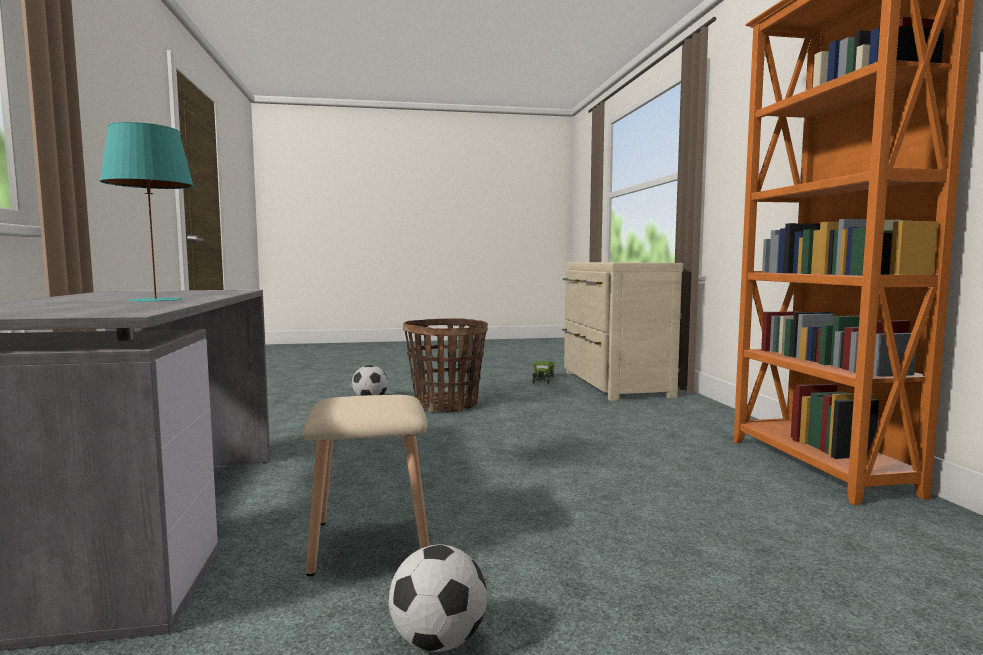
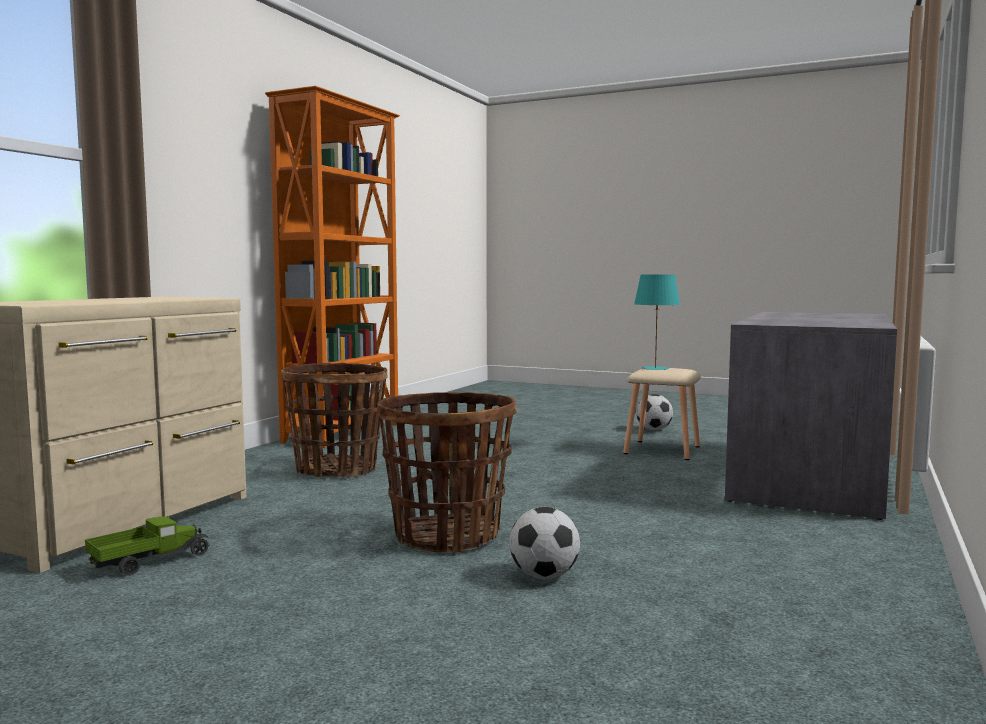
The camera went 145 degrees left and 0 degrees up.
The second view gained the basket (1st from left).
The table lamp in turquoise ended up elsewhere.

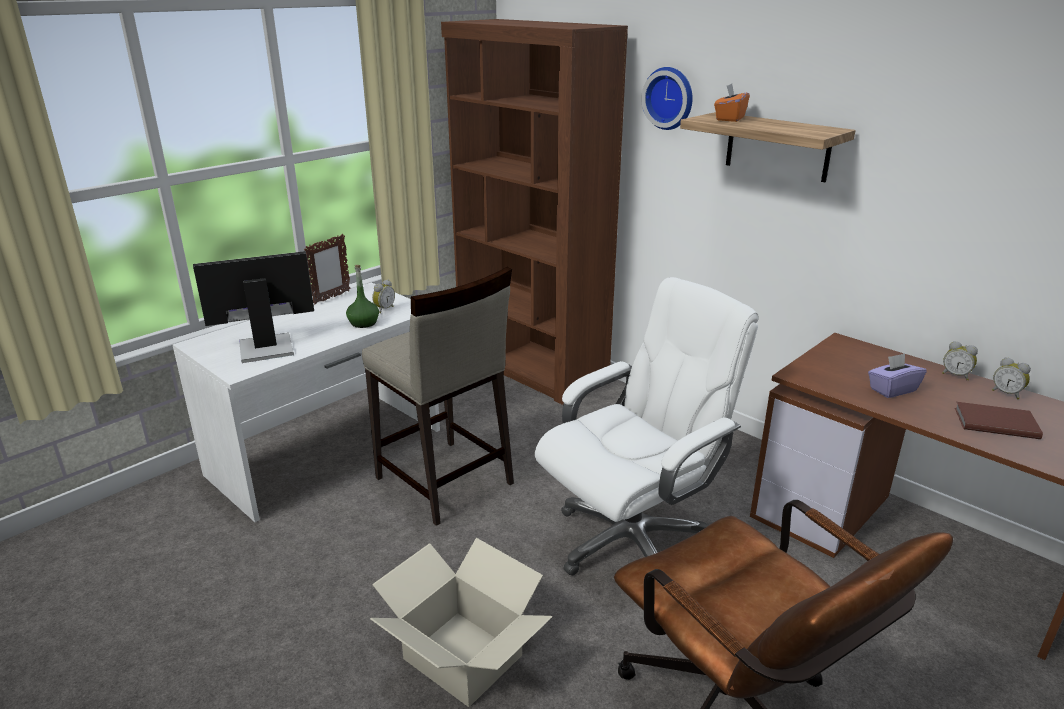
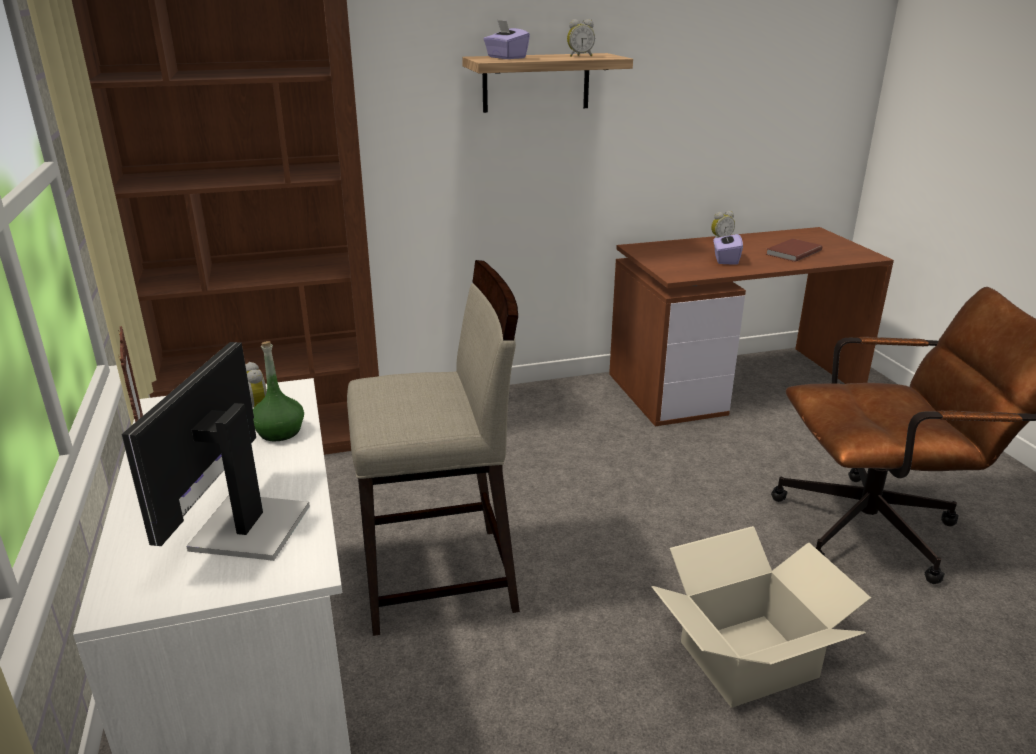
The camera went 60 degrees left and 0 degrees up.
What was the tissue box in orange turned into the tissue box in purple (1st from left).
The alarm clock (3rd from left in the first image) ended up elsewhere.
The second view lost the office chair in white.
The second view lost the wall clock.

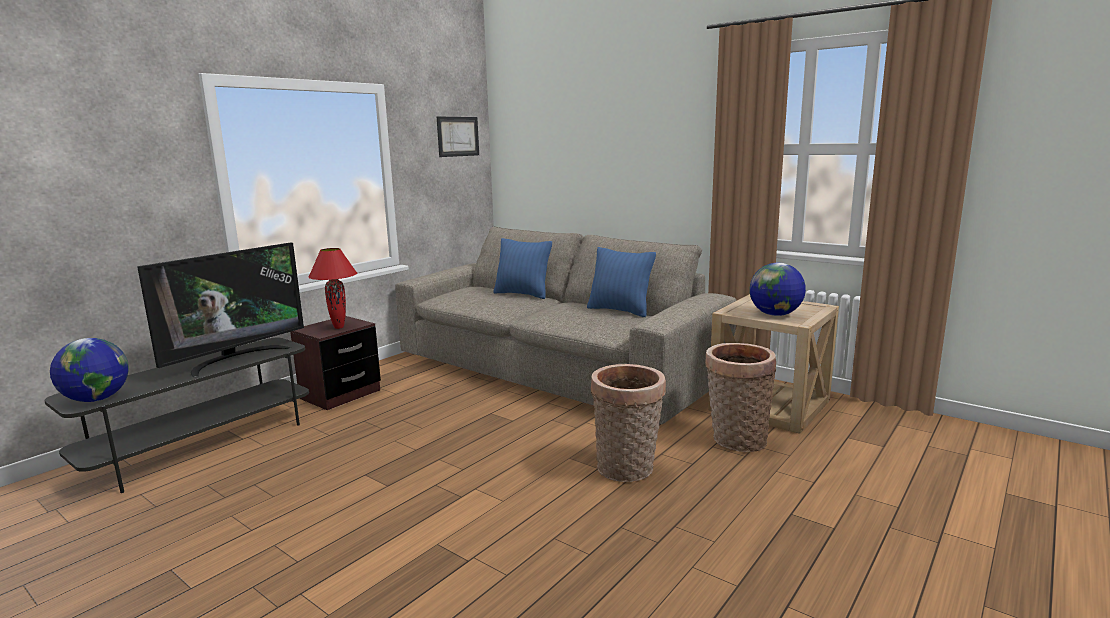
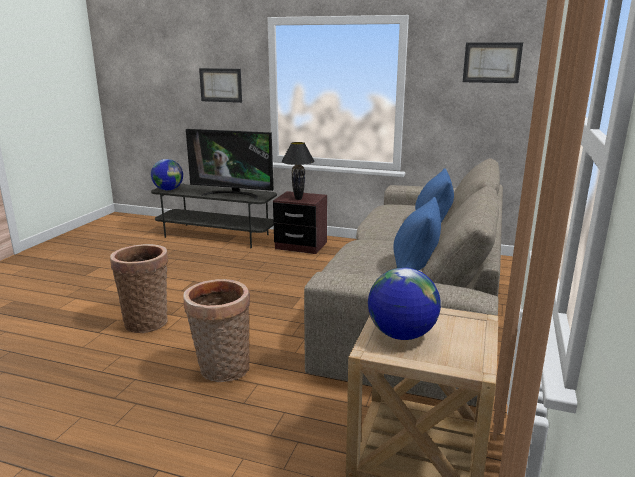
The camera went 70 degrees right and 5 degrees up.
The basket (2nd from left in the first image) ended up elsewhere.
The second view gained the picture (1st from left).
What was the table lamp in red turned into the table lamp in black.

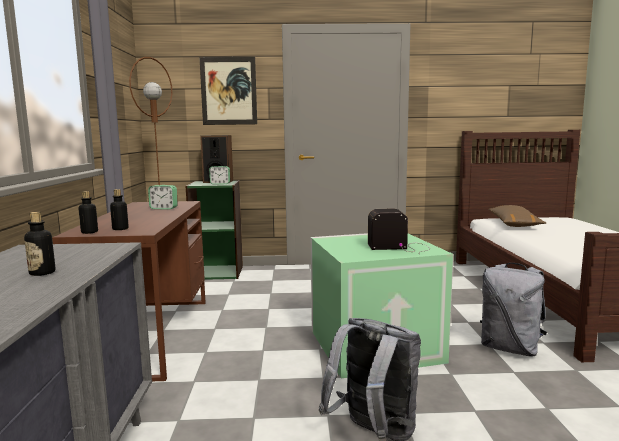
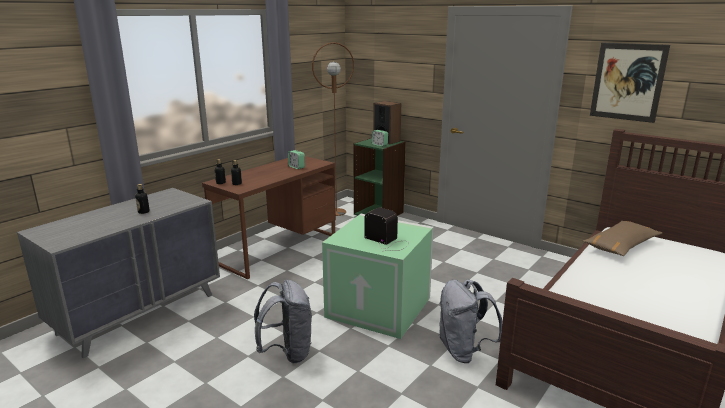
The camera went 40 degrees right and 10 degrees up.
The picture ended up elsewhere.

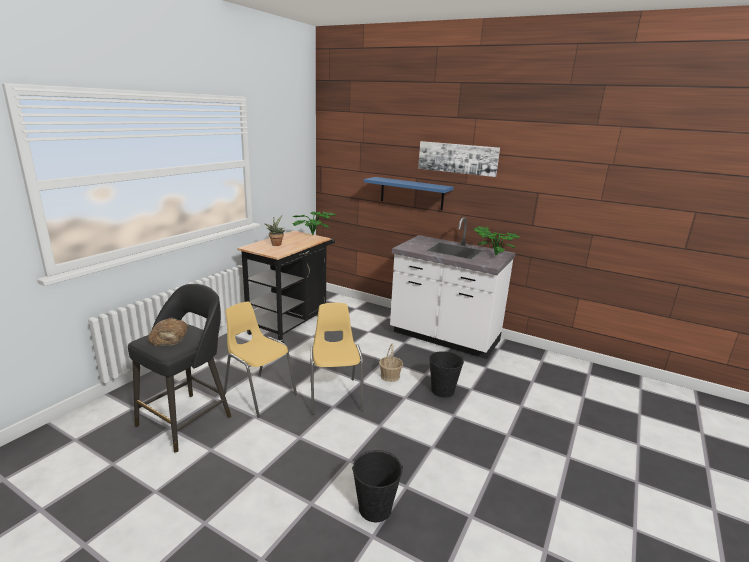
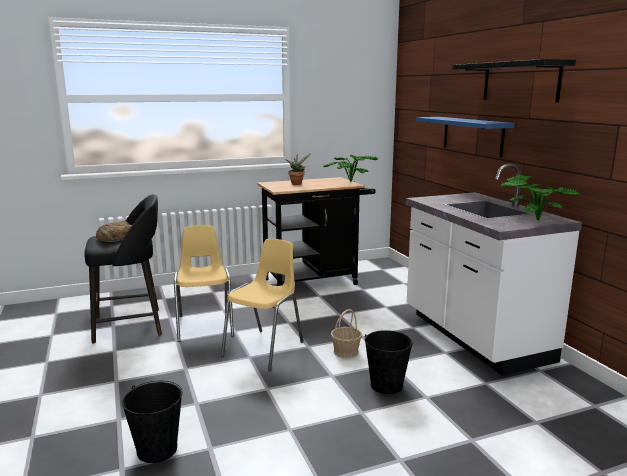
The camera went 40 degrees right and 5 degrees down.
Where the picture hung, the shelf in black came to hang.

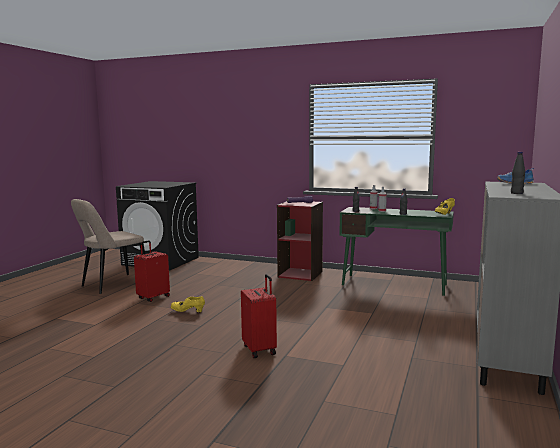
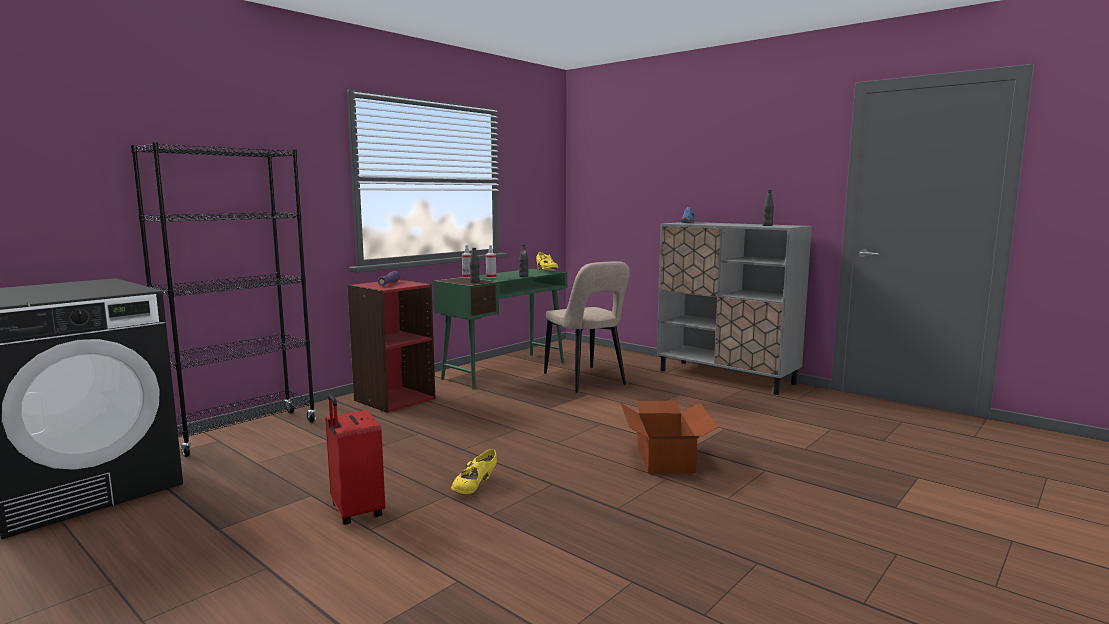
The camera went 70 degrees left and 0 degrees up.
The second view gained the bookcase in black.
The chair in beige ended up elsewhere.
Where the suitcase in red (2nd from left) stood, the cardboard box came to stand.

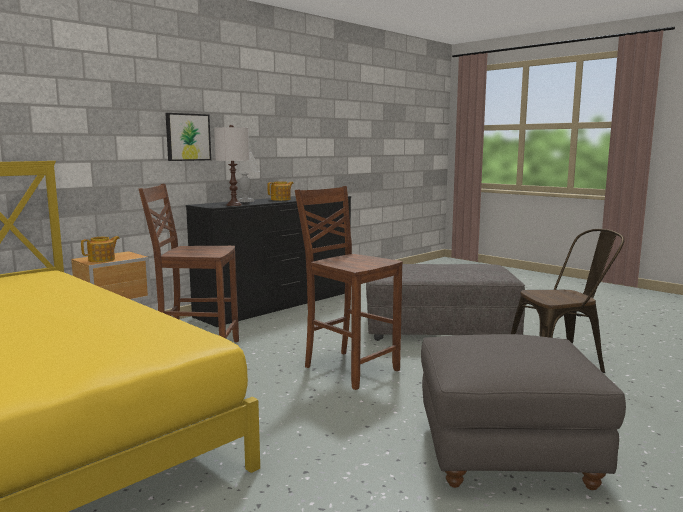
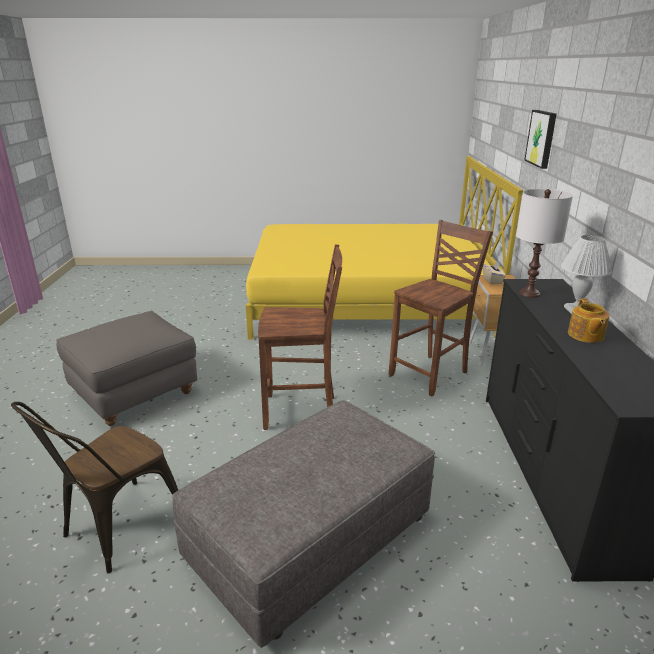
The camera went 135 degrees right and 15 degrees up.
Where the teapot (1st from left) stood, the tissue box in beige came to stand.
The picture ended up elsewhere.

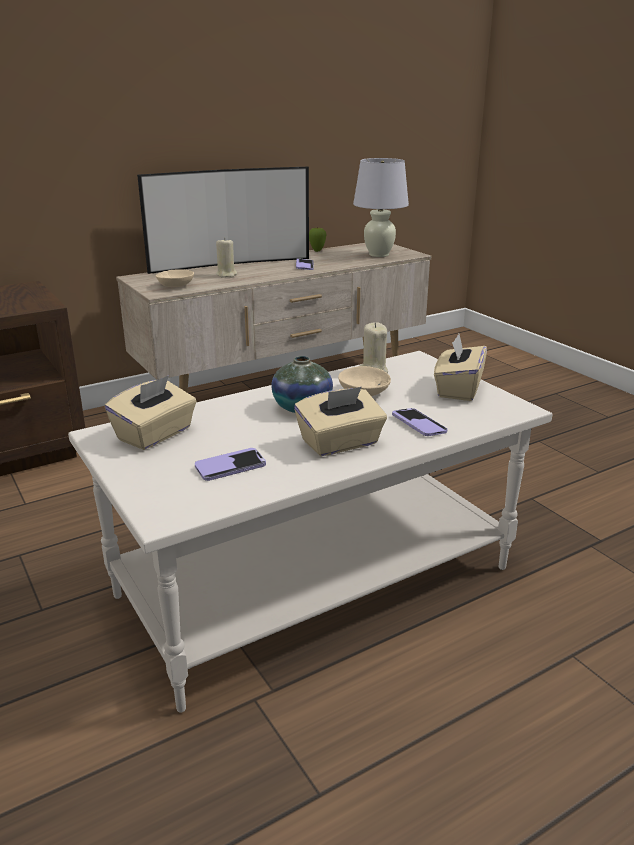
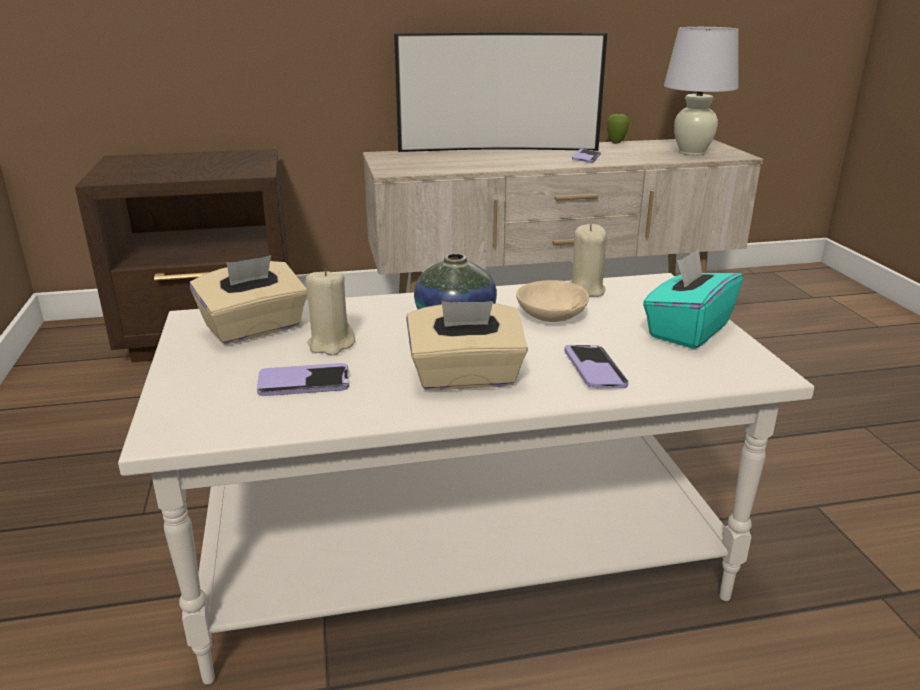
The camera went 20 degrees right and 0 degrees up.
The candle in beige (1st from left) ended up elsewhere.
What was the tissue box in beige (3rd from left) turned into the tissue box in turquoise.
The second view lost the bowl in beige (1st from left).

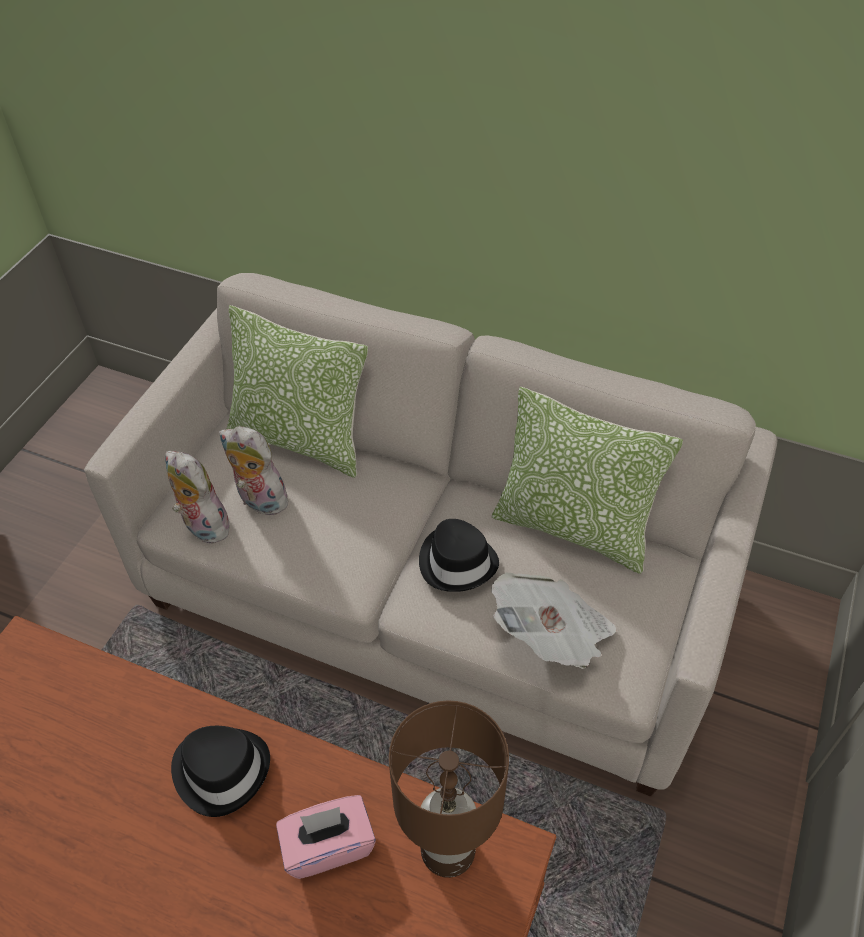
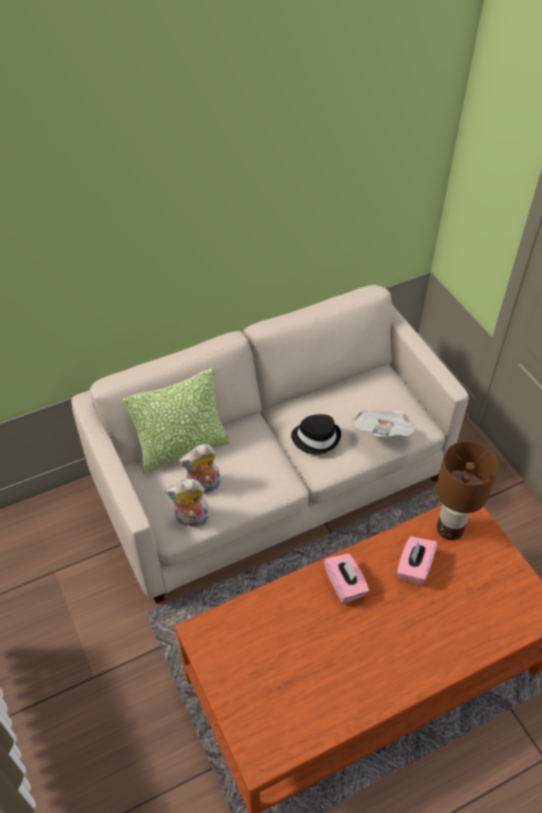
The camera went 50 degrees left and 0 degrees up.
Where the hat in black (1st from left) stood, the tissue box in pink (1st from left) came to stand.
The second view lost the pillow (2nd from left).

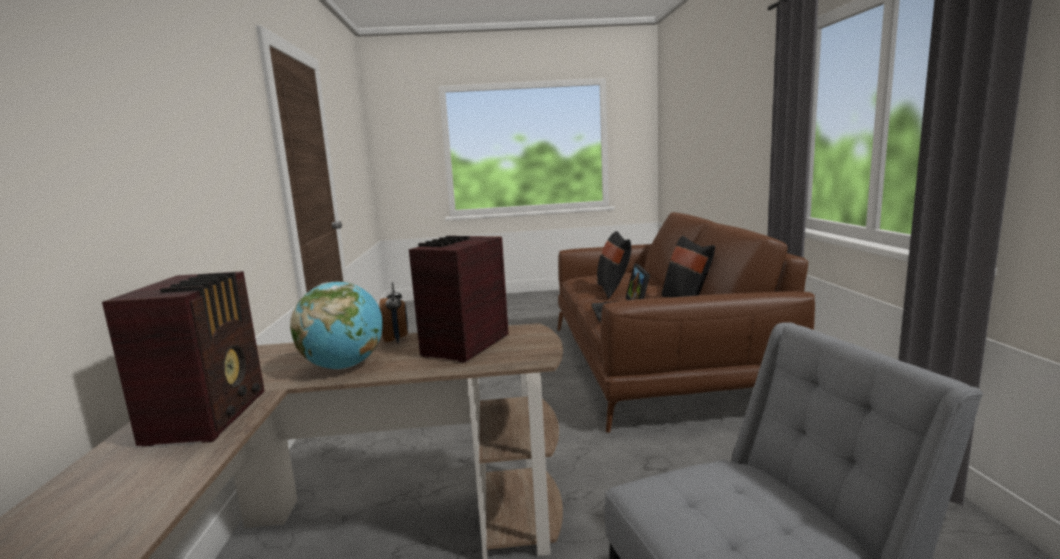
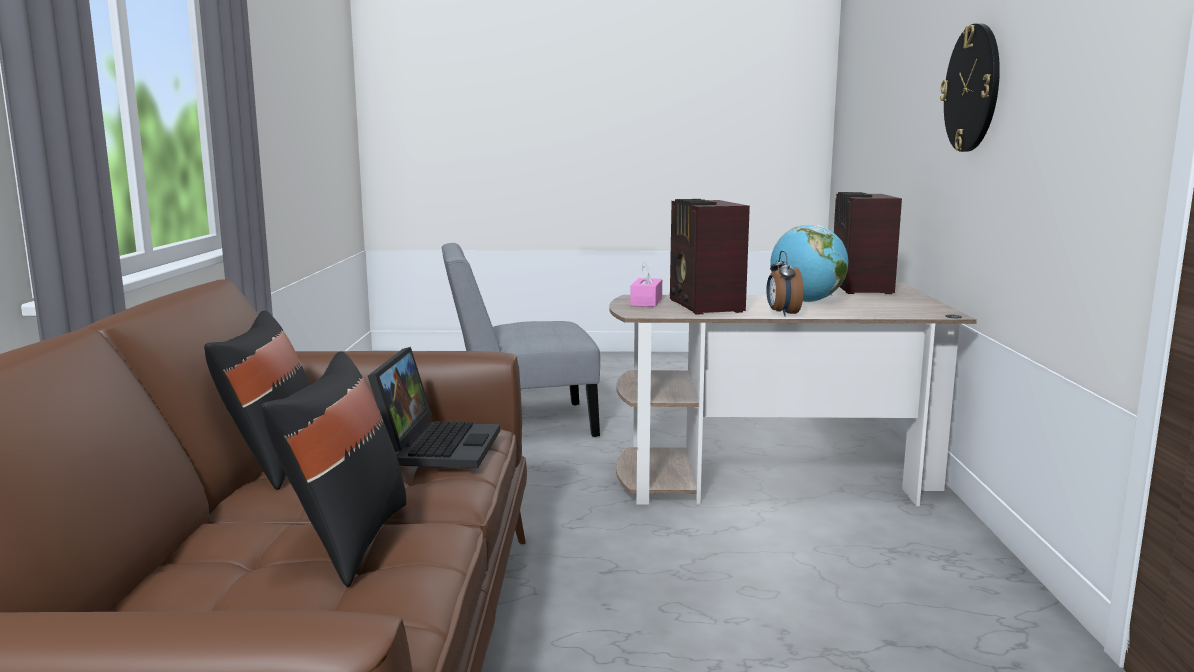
The camera went 175 degrees left and 0 degrees up.
The second view gained the tissue box in pink.
The radio (2nd from left in the first image) ended up facing another way, 135 degrees clockwise from before.
The second view gained the wall clock.

